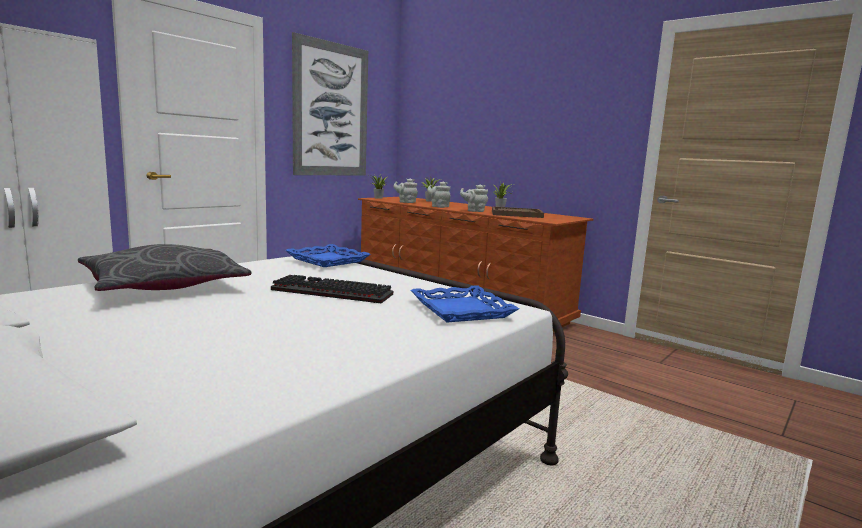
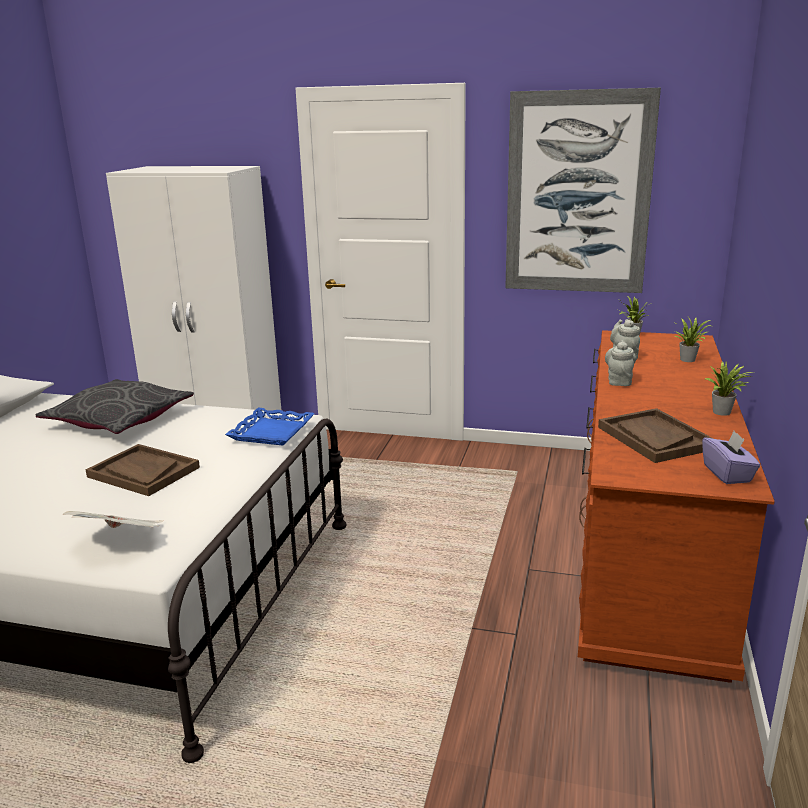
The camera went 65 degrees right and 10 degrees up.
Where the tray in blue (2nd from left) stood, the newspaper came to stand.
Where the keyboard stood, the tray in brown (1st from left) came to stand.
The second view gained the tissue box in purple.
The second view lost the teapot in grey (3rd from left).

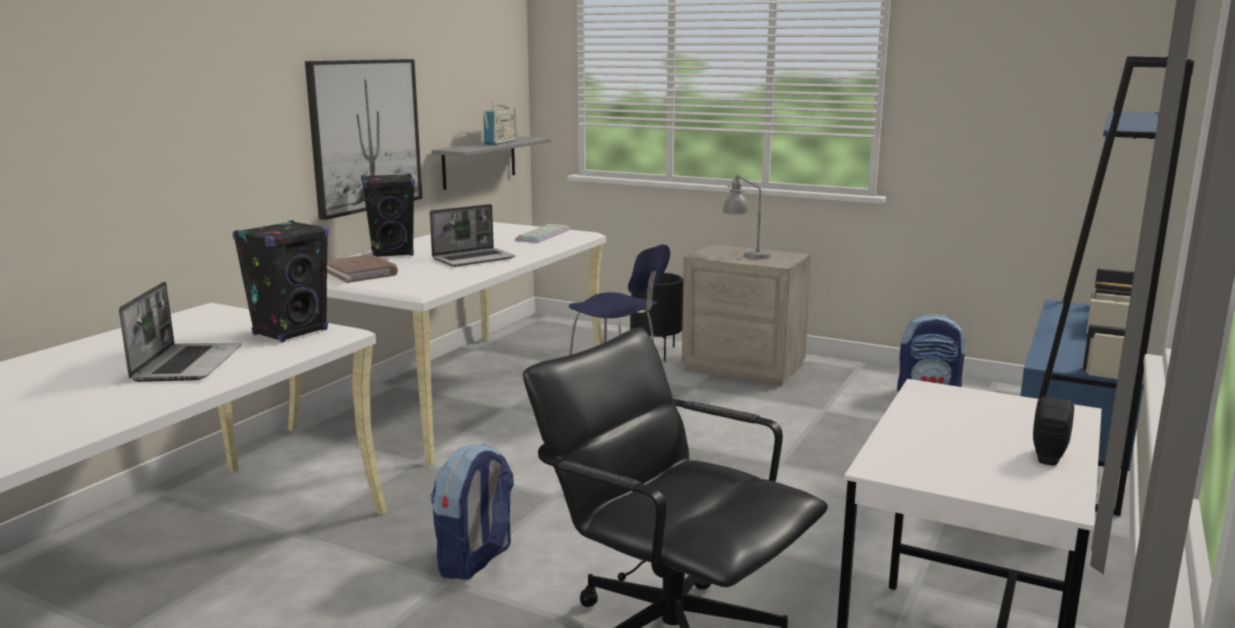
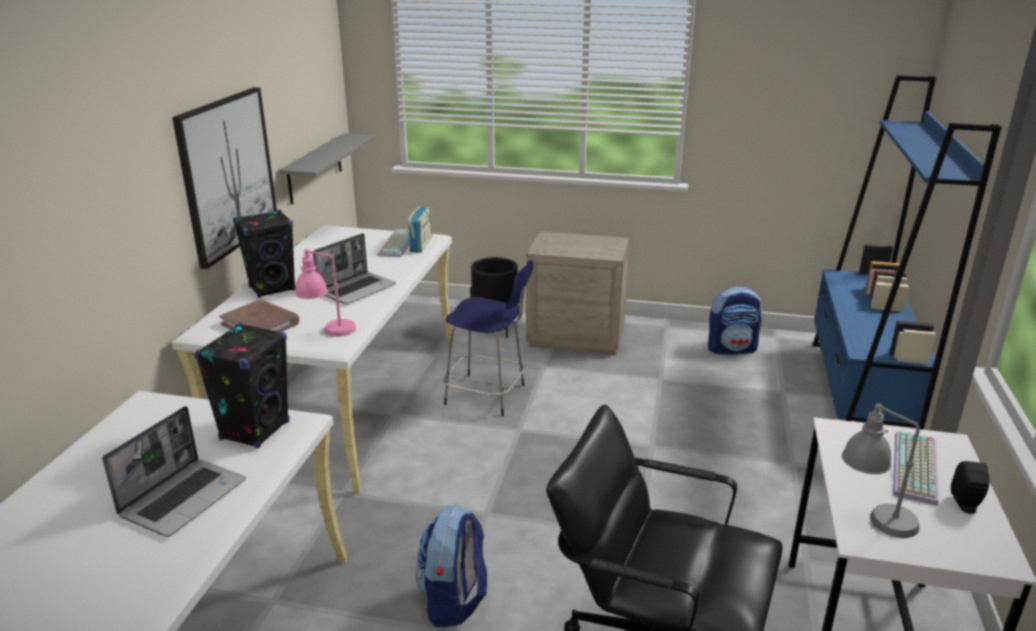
The camera went 15 degrees left and 10 degrees up.
The laptop (1st from left) ended up facing another way, 45 degrees clockwise from before.
The second view gained the table lamp in pink.
The radio ended up elsewhere.
The table lamp in grey ended up elsewhere.
The second view gained the keyboard (2nd from left).

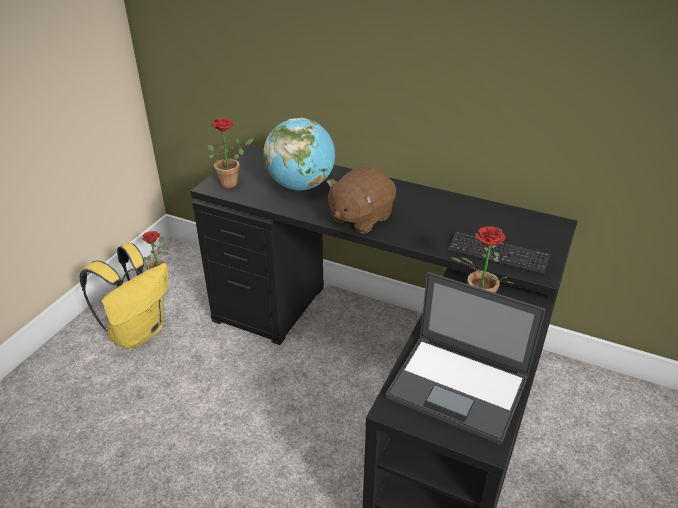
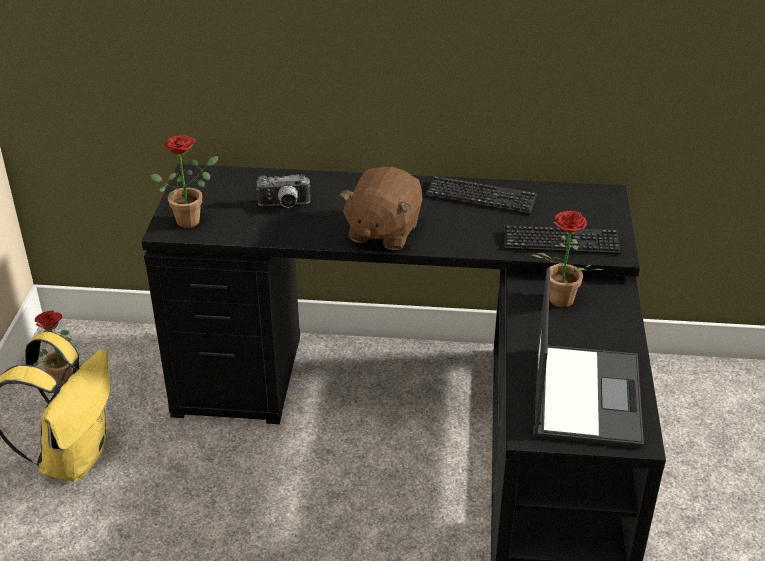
The camera went 20 degrees left and 0 degrees up.
Where the globe stood, the photo camera came to stand.
The second view gained the keyboard (1st from left).
The laptop ended up facing another way, 90 degrees counterclockwise from before.

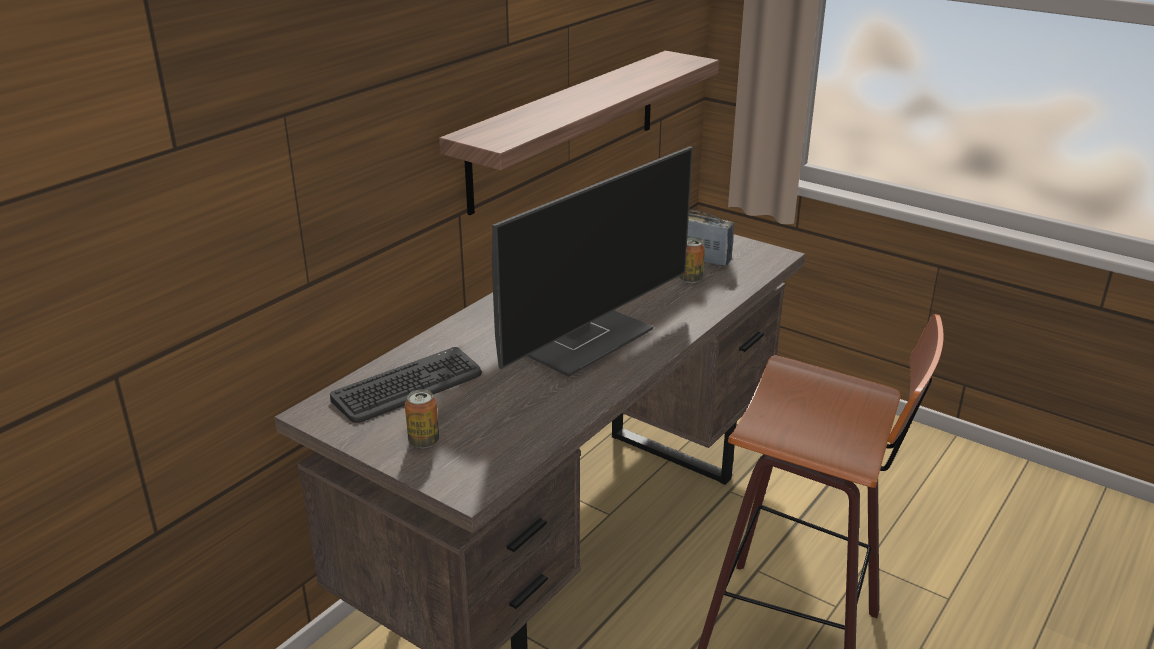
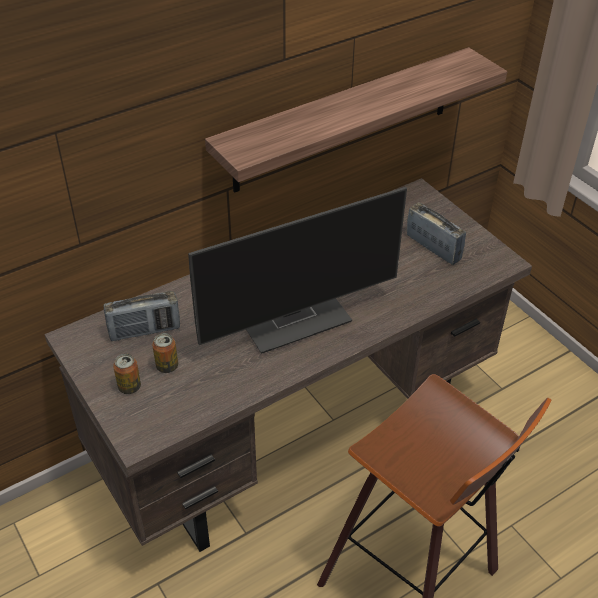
The camera went 20 degrees right and 15 degrees up.
Where the keyboard stood, the radio (1st from left) came to stand.
The can (2nd from left) ended up elsewhere.

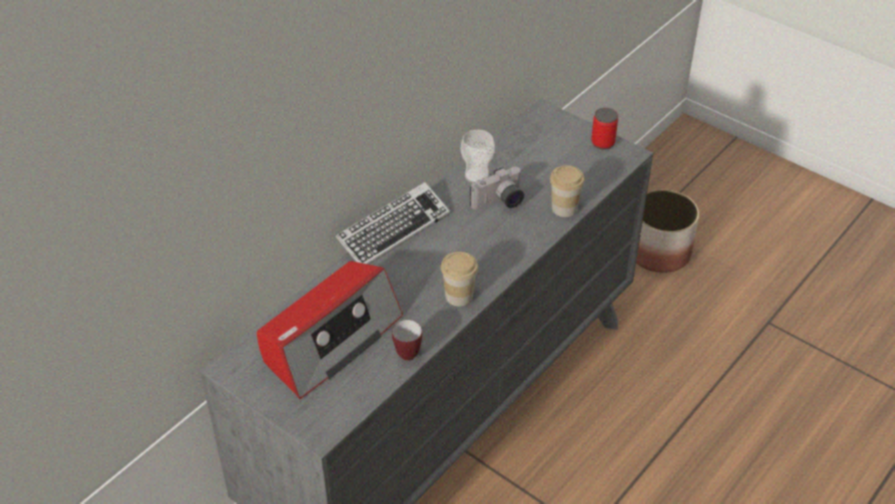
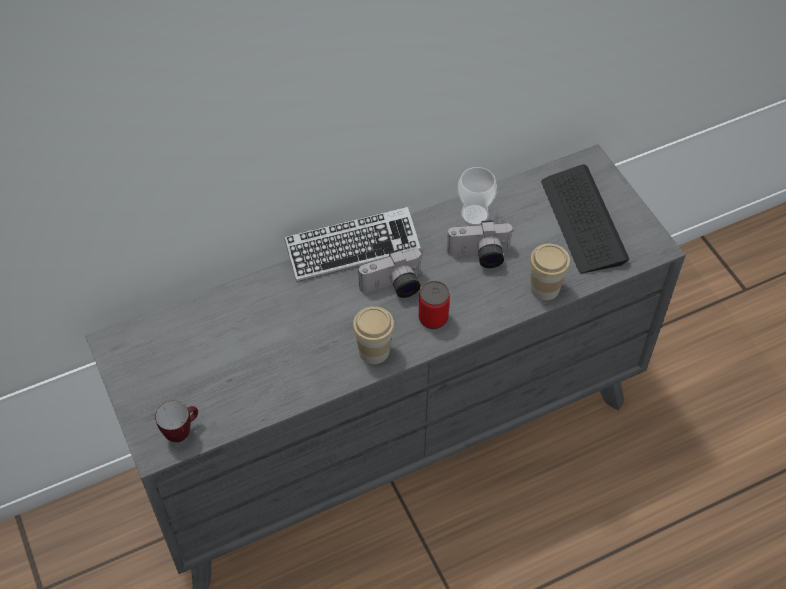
The camera went 25 degrees right and 10 degrees up.
The mug ended up elsewhere.
The second view gained the photo camera (1st from left).
The can ended up elsewhere.
The second view gained the keyboard (2nd from left).
The second view lost the radio.
The second view lost the planter.

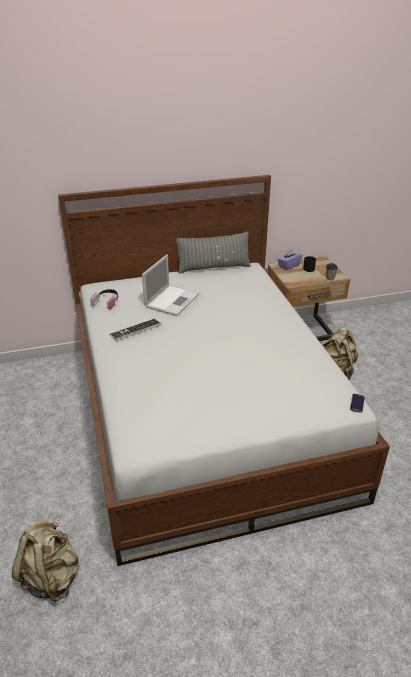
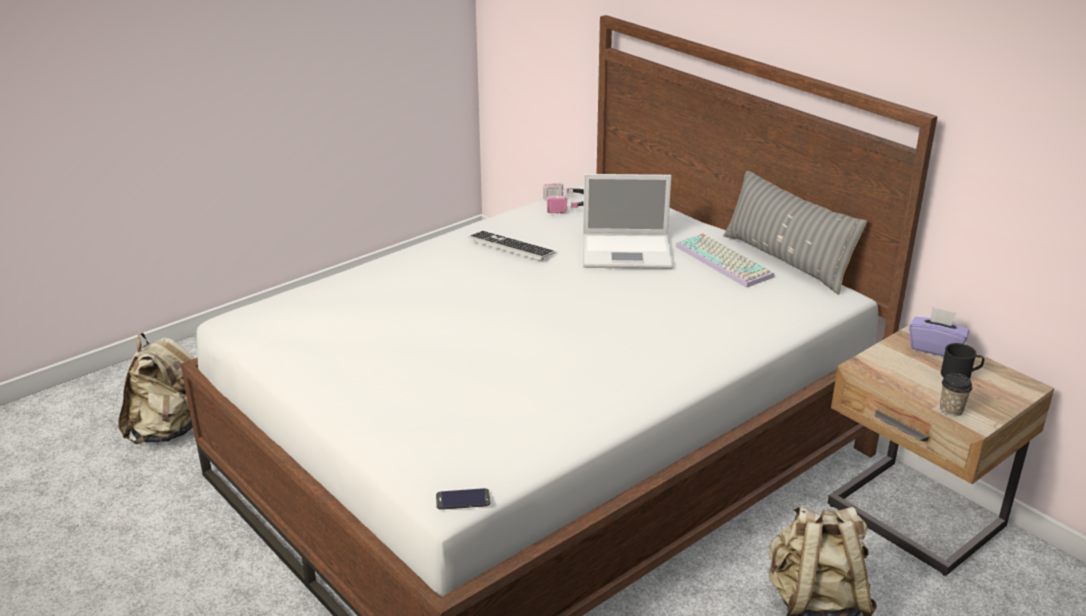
The camera went 65 degrees right and 5 degrees down.
The second view gained the keyboard (2nd from left).

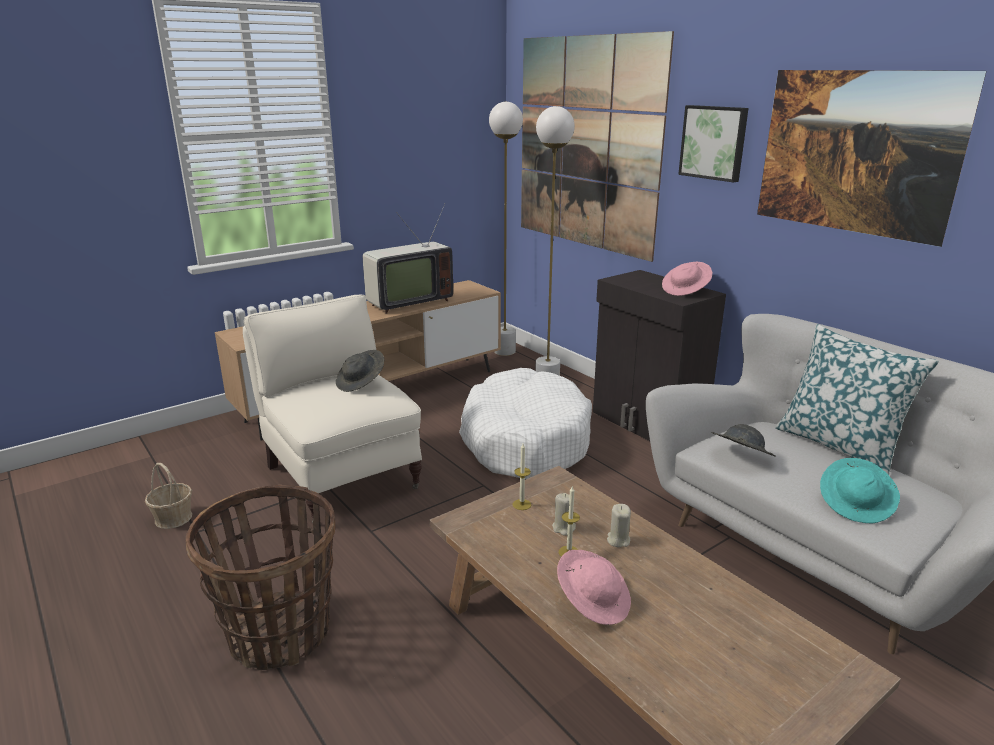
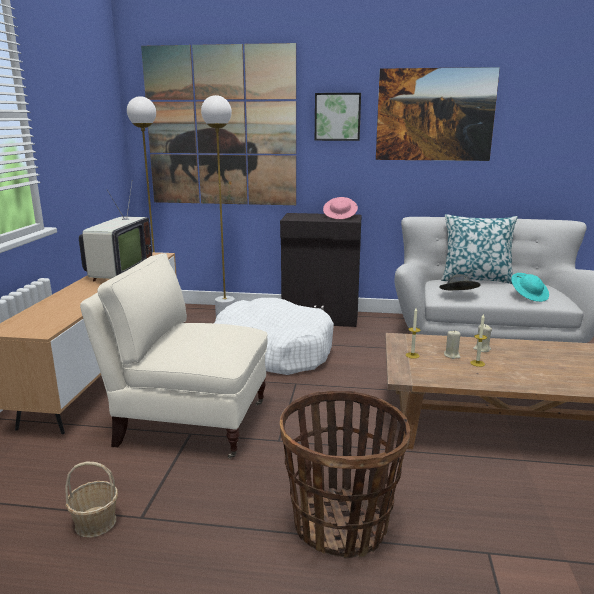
The camera went 45 degrees left and 5 degrees down.
The second view lost the hat in grey (1st from left).
The second view lost the hat in pink (1st from left).

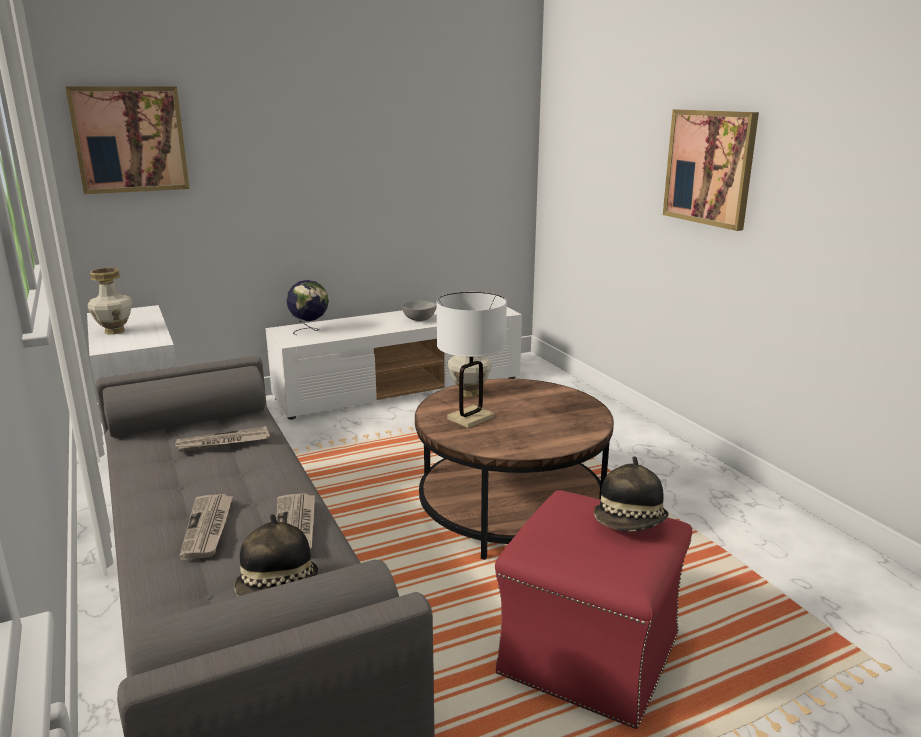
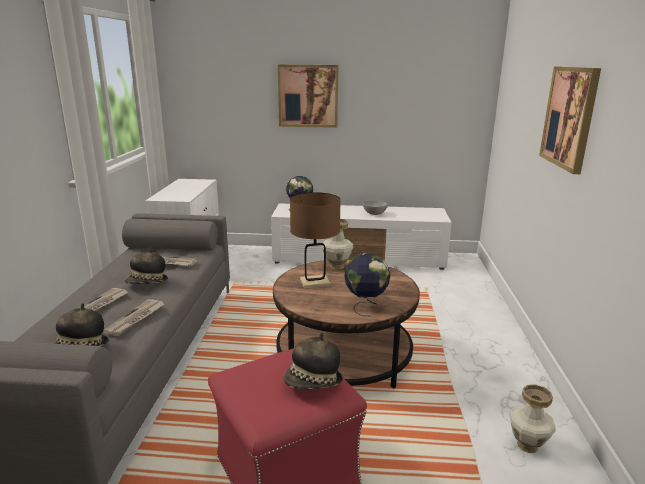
The camera went 30 degrees right and 0 degrees up.
The second view gained the hat (2nd from left).
The picture (1st from left) ended up elsewhere.
What was the table lamp in white turned into the table lamp in brown.
The second view gained the globe (2nd from left).
The vase (1st from left in the first image) ended up elsewhere.

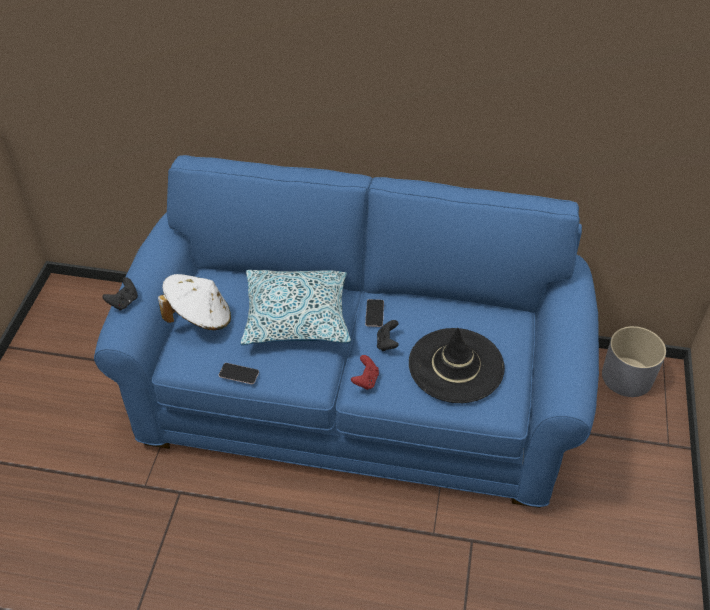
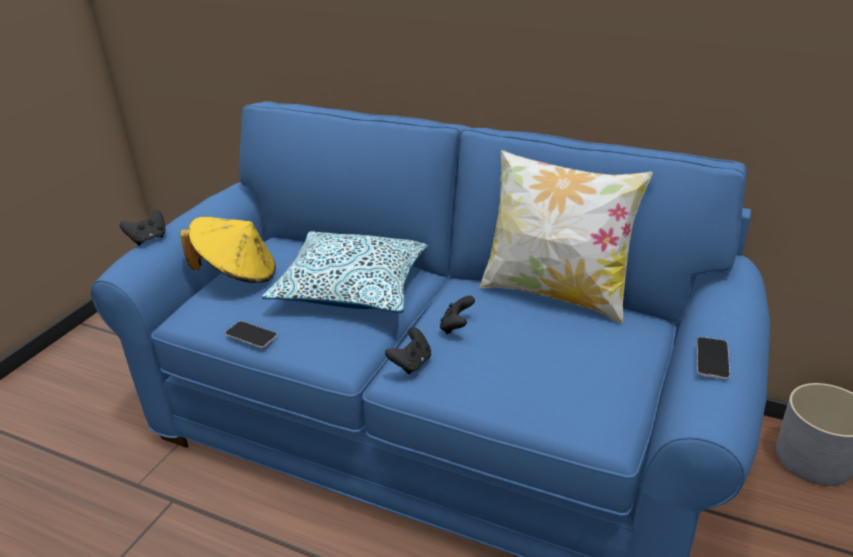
The camera went 15 degrees right and 15 degrees down.
What was the hat in white turned into the hat in yellow.
What was the game controller in red turned into the game controller in black (2nd from left).
The second view gained the pillow (2nd from left).
The phone (2nd from left) ended up elsewhere.
The second view lost the hat in black.

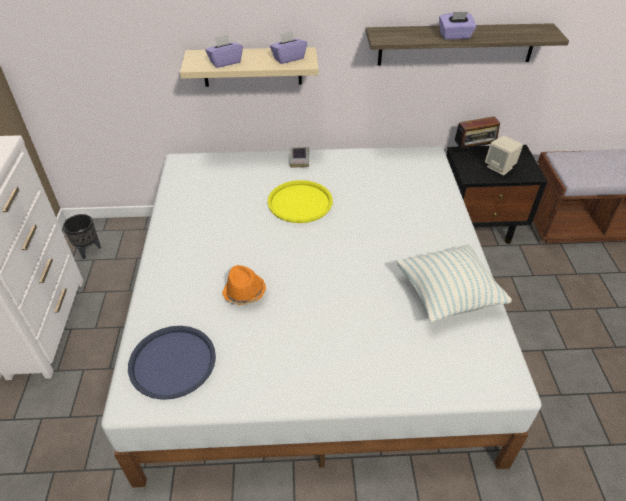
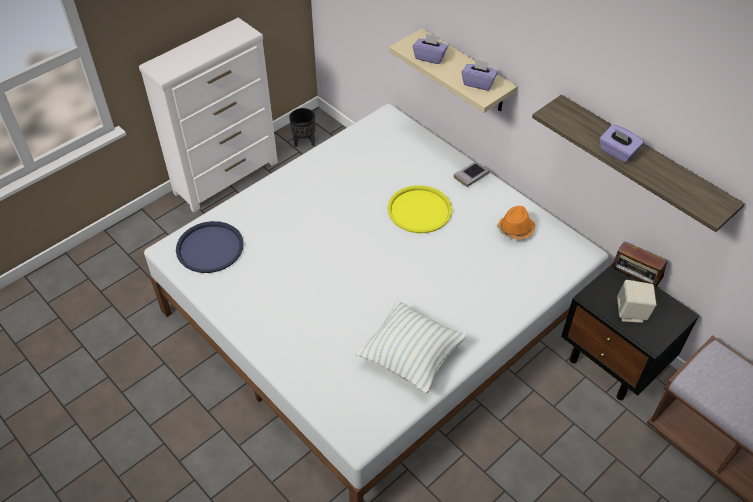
The camera went 50 degrees right and 5 degrees up.
The hat in orange ended up elsewhere.

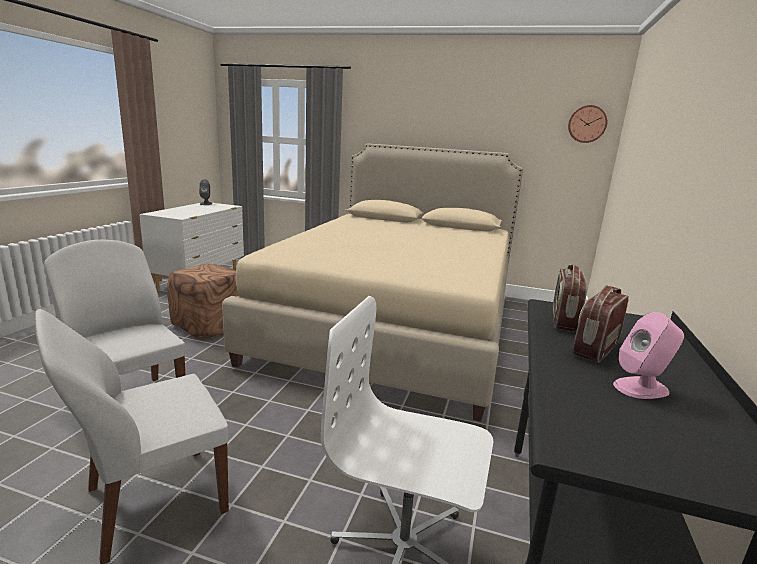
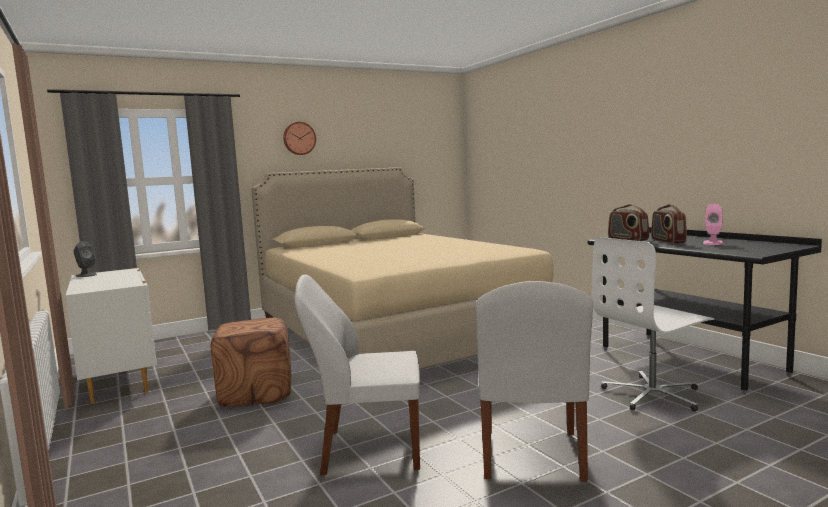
The camera went 45 degrees left and 10 degrees down.
The wall clock ended up elsewhere.

